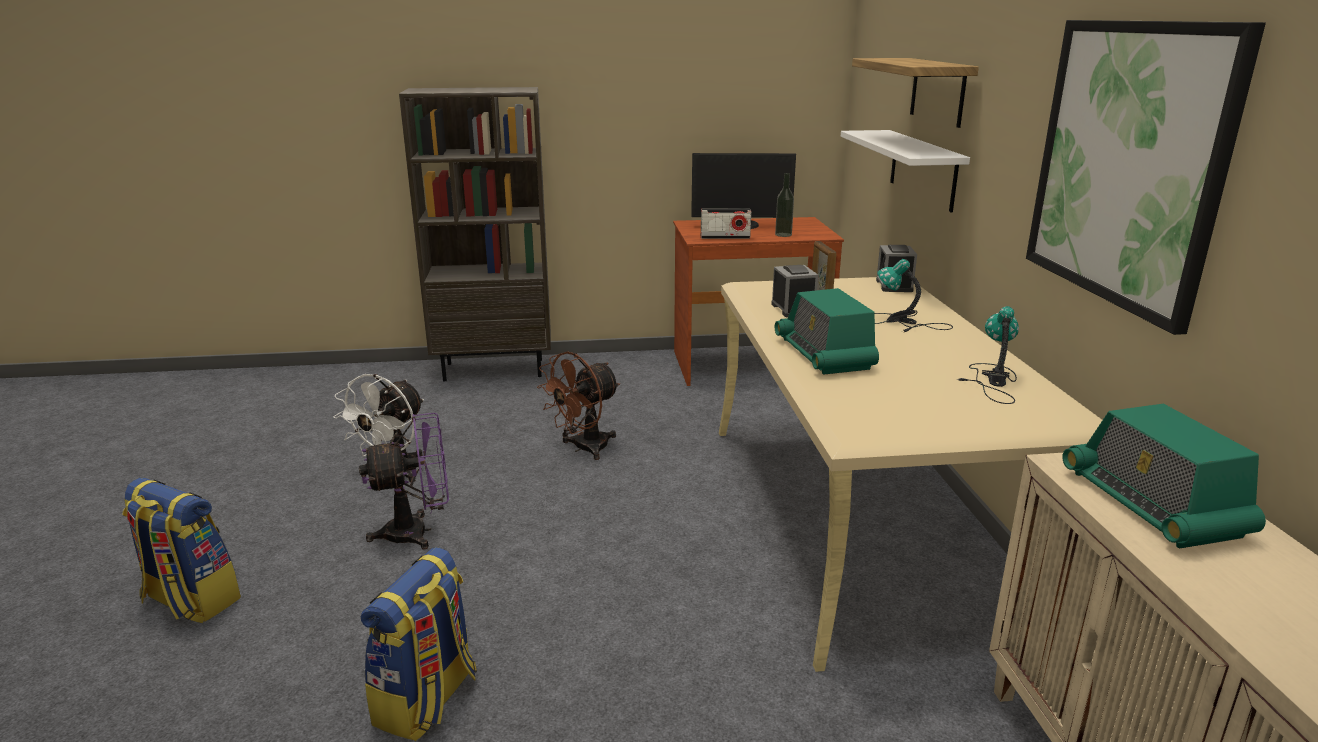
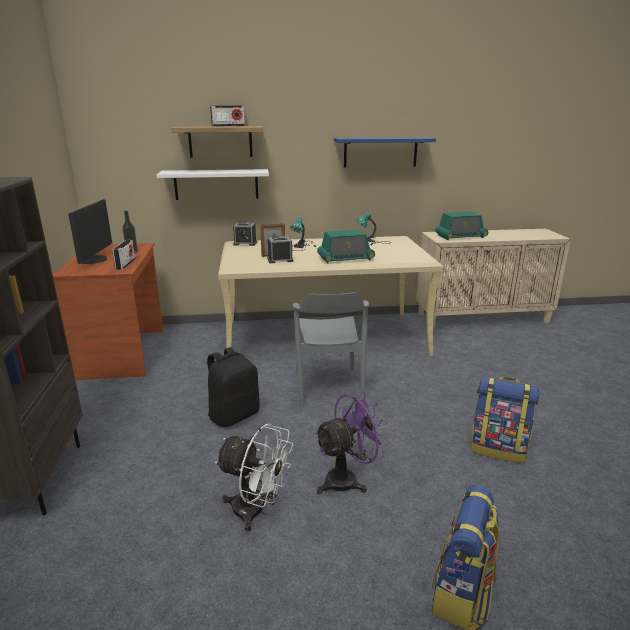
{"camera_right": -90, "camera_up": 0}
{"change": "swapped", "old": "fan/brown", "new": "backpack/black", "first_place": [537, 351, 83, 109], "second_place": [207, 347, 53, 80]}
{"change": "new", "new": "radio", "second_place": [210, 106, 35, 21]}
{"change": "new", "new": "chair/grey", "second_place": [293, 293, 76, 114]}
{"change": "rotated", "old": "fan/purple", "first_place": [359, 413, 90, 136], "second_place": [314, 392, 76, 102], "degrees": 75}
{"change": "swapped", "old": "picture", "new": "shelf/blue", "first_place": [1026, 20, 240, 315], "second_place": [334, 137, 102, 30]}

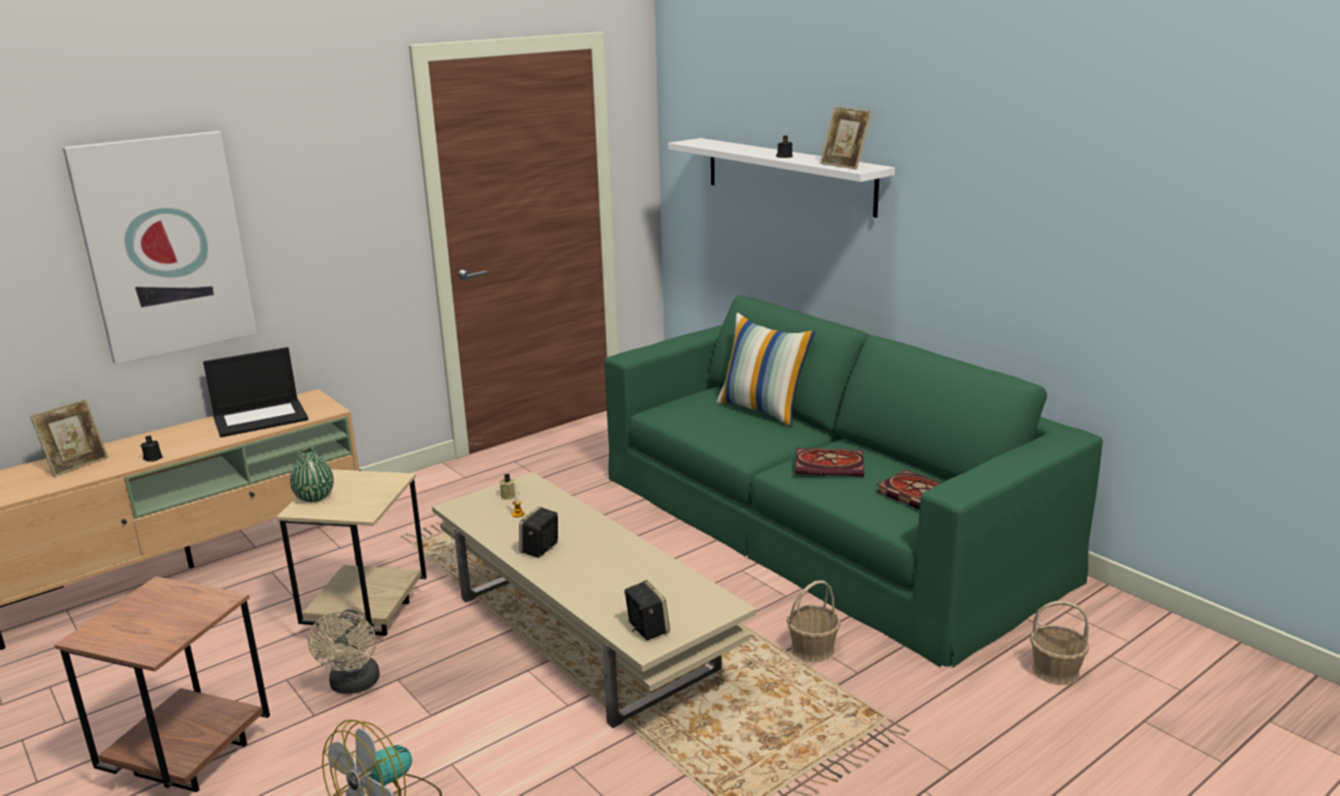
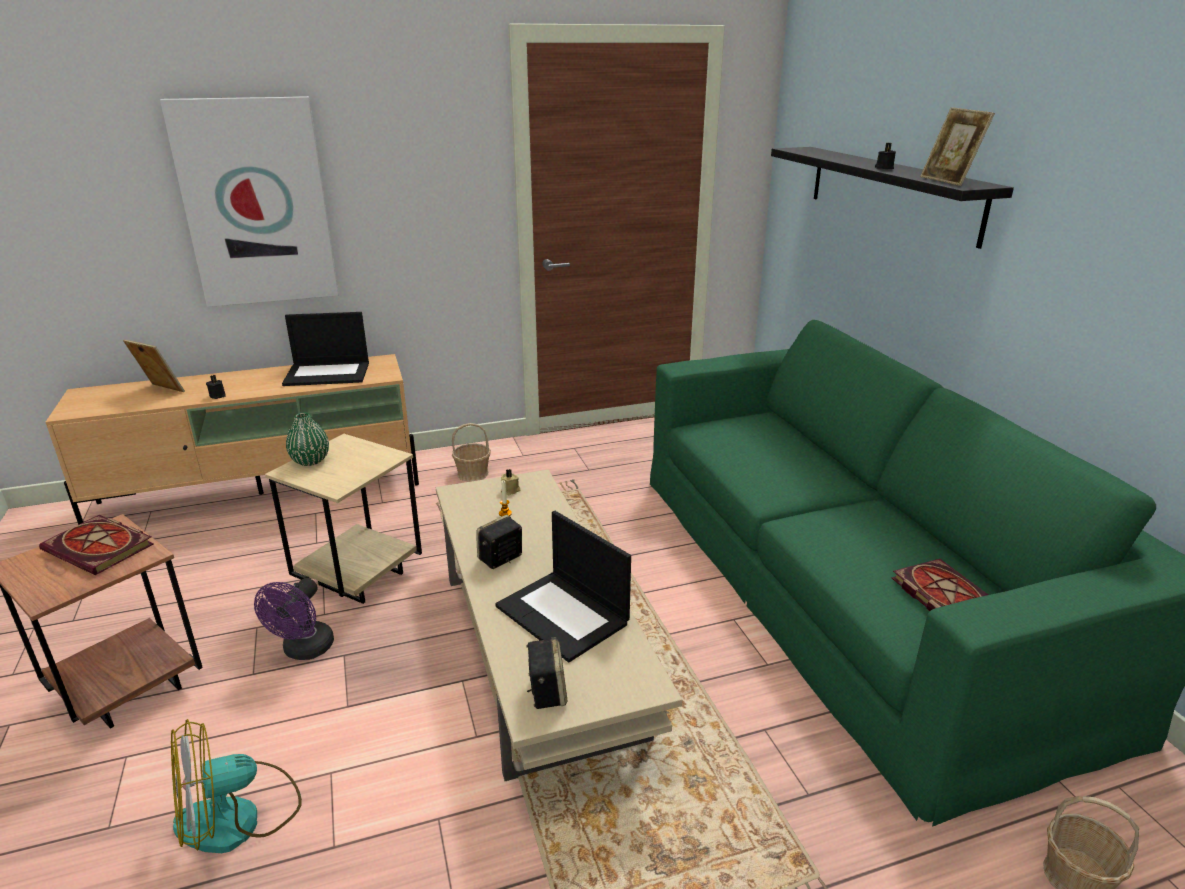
{"camera_right": 20, "camera_up": 5}
{"change": "shifted", "old": "book", "first_place": [795, 448, 69, 28], "second_place": [39, 515, 115, 60]}
{"change": "rotated", "old": "picture frame", "first_place": [30, 399, 78, 78], "second_place": [123, 340, 62, 52], "degrees": -120}
{"change": "repainted", "old": "fan/beige", "new": "fan/purple", "first_place": [308, 609, 72, 85], "second_place": [254, 578, 80, 82]}
{"change": "shifted", "old": "basket", "first_place": [786, 580, 55, 82], "second_place": [452, 423, 39, 59]}
{"change": "new", "new": "laptop", "second_place": [495, 511, 136, 151]}
{"change": "repainted", "old": "shelf/white", "new": "shelf/black", "first_place": [668, 138, 227, 80], "second_place": [771, 147, 243, 102]}
{"change": "gone", "old": "pillow", "first_place": [717, 313, 98, 114]}

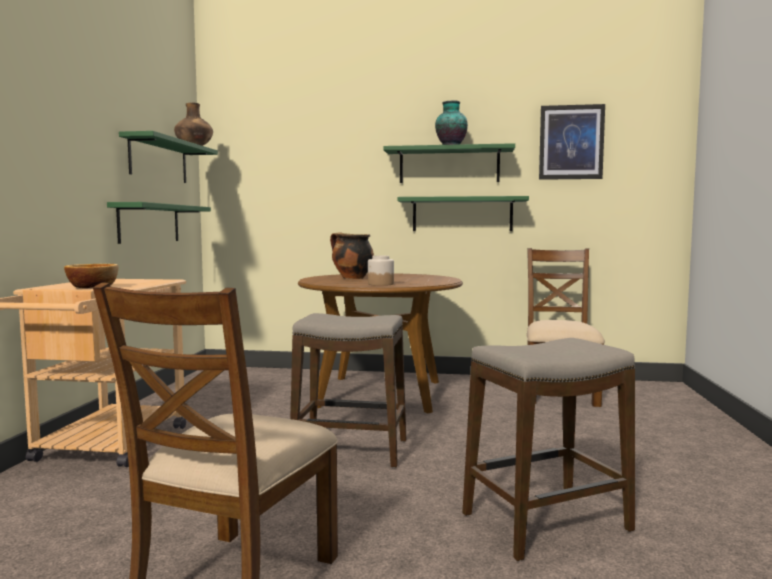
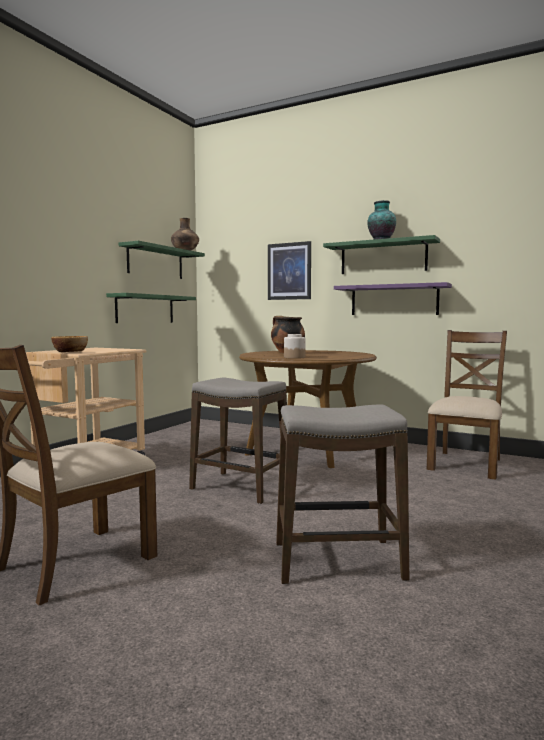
{"camera_right": 20, "camera_up": 0}
{"change": "shifted", "old": "picture", "first_place": [539, 104, 66, 76], "second_place": [268, 241, 43, 59]}
{"change": "repainted", "old": "shelf/green", "new": "shelf/purple", "first_place": [398, 196, 131, 35], "second_place": [334, 282, 118, 33]}

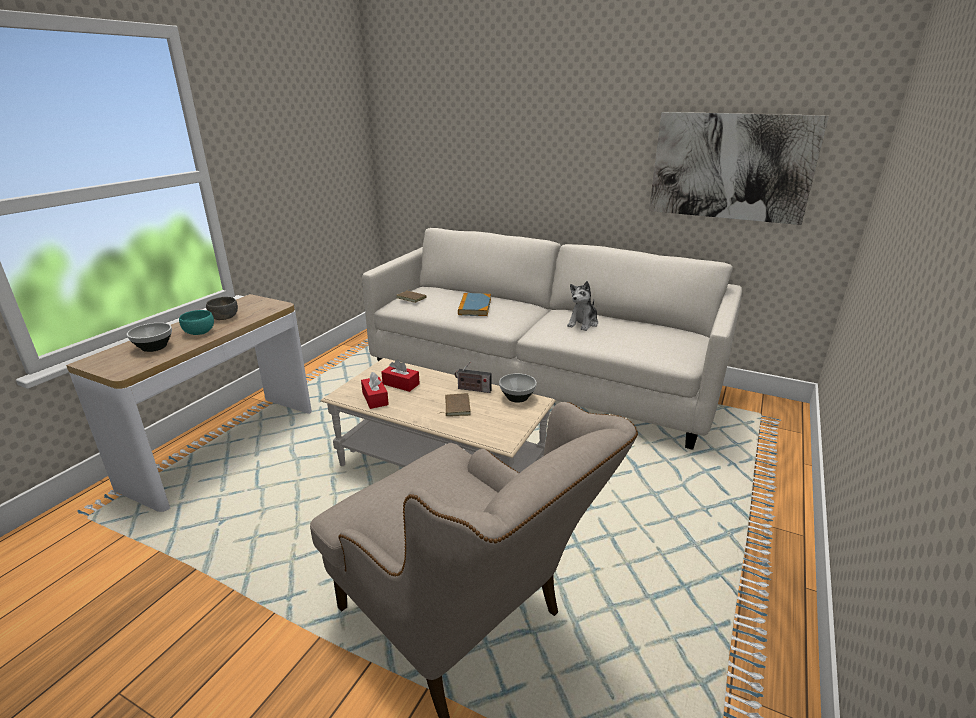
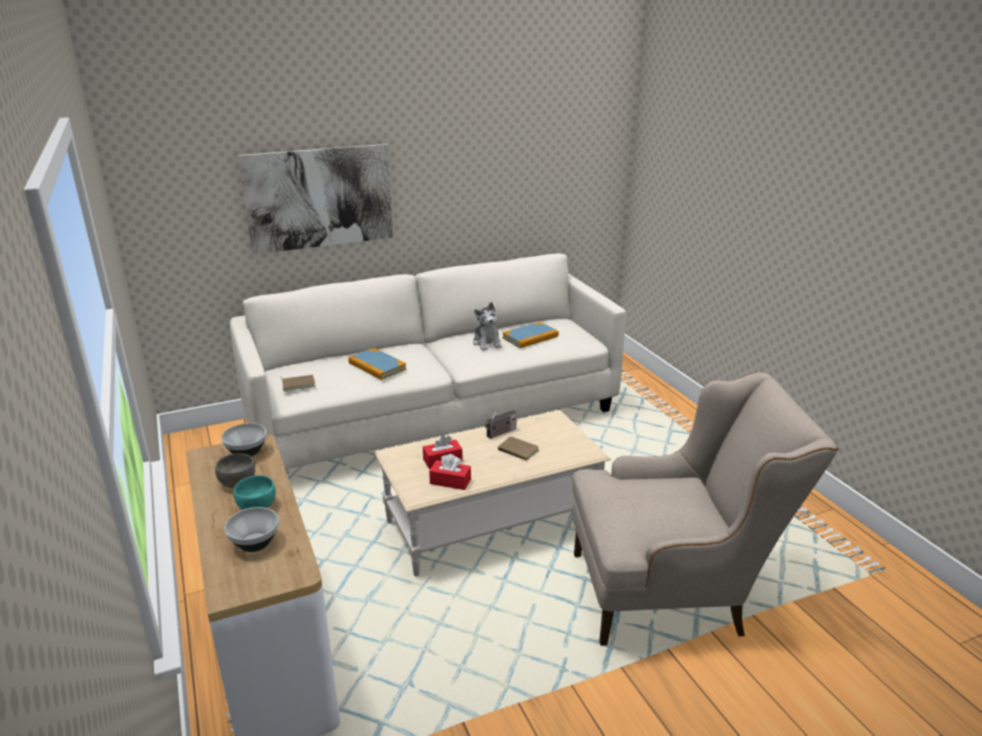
{"camera_right": -50, "camera_up": 0}
{"change": "shifted", "old": "bowl", "first_place": [499, 373, 38, 30], "second_place": [221, 423, 46, 34]}
{"change": "shifted", "old": "picture", "first_place": [649, 112, 180, 113], "second_place": [238, 144, 155, 110]}
{"change": "new", "new": "book", "second_place": [502, 322, 57, 26]}

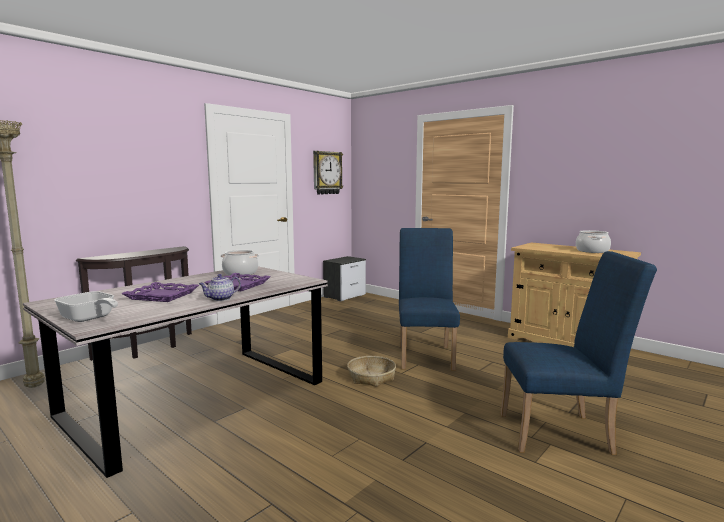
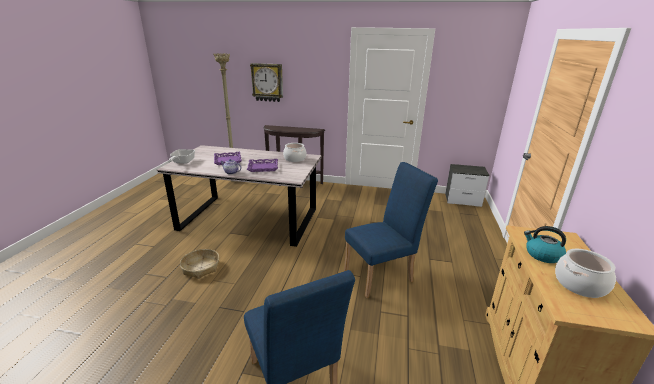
{"camera_right": 60, "camera_up": 15}
{"change": "shifted", "old": "basket", "first_place": [347, 356, 49, 31], "second_place": [180, 249, 39, 30]}
{"change": "shifted", "old": "wall clock", "first_place": [313, 151, 30, 44], "second_place": [250, 63, 33, 39]}
{"change": "new", "new": "kettle", "second_place": [524, 226, 42, 37]}

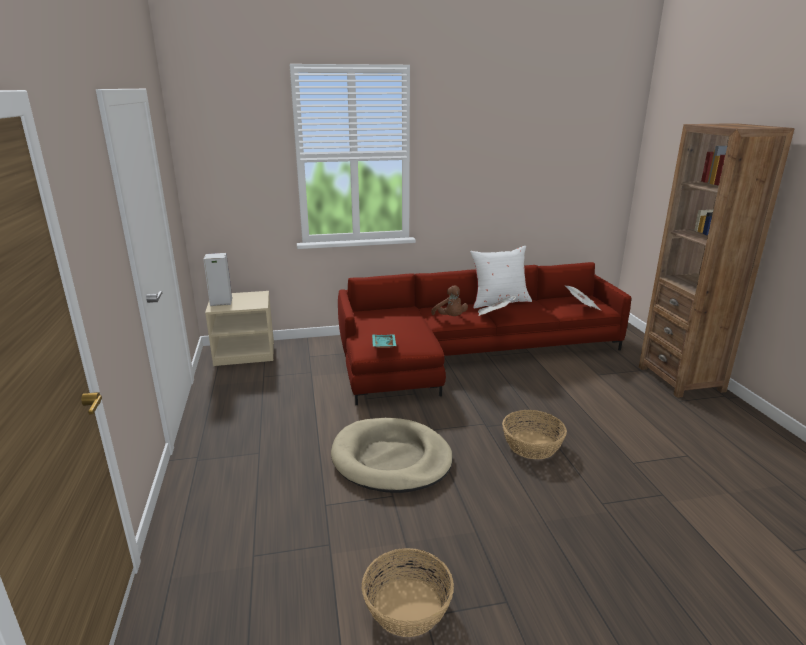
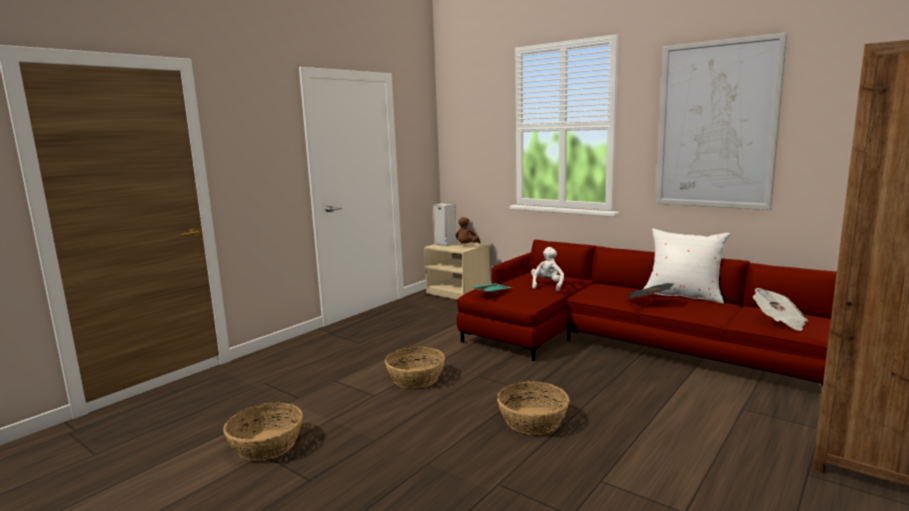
{"camera_right": 50, "camera_up": -10}
{"change": "swapped", "old": "dog bed/beige", "new": "basket", "first_place": [331, 418, 122, 75], "second_place": [385, 347, 60, 41]}
{"change": "shifted", "old": "plush toy/brown", "first_place": [431, 285, 37, 31], "second_place": [455, 217, 26, 27]}
{"change": "new", "new": "plush toy/white", "second_place": [531, 247, 33, 44]}
{"change": "new", "new": "picture", "second_place": [656, 32, 132, 178]}

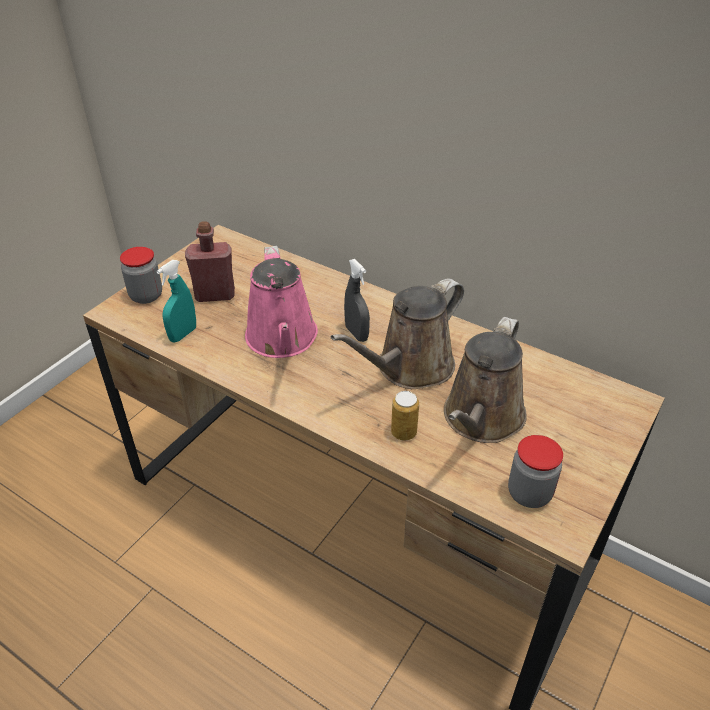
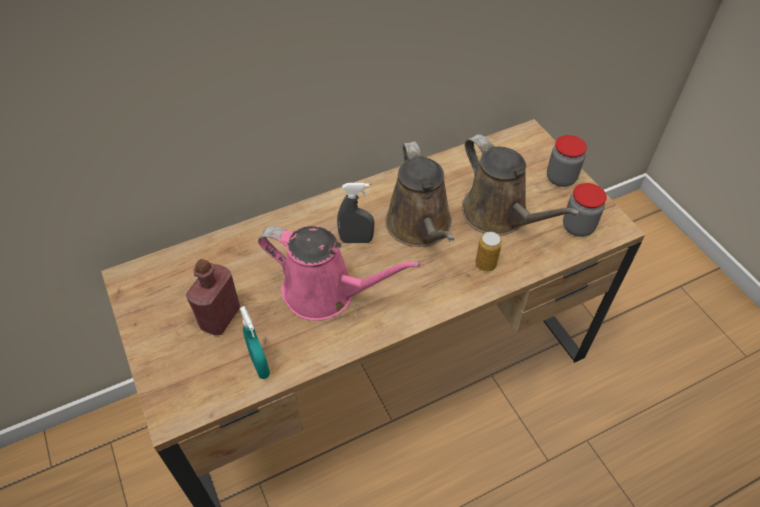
{"camera_right": -60, "camera_up": 10}
{"change": "shifted", "old": "jar", "first_place": [120, 247, 42, 57], "second_place": [547, 135, 40, 52]}

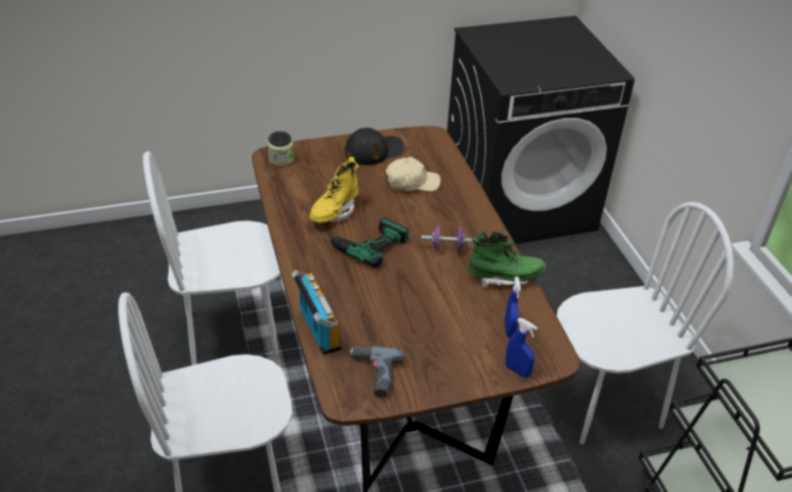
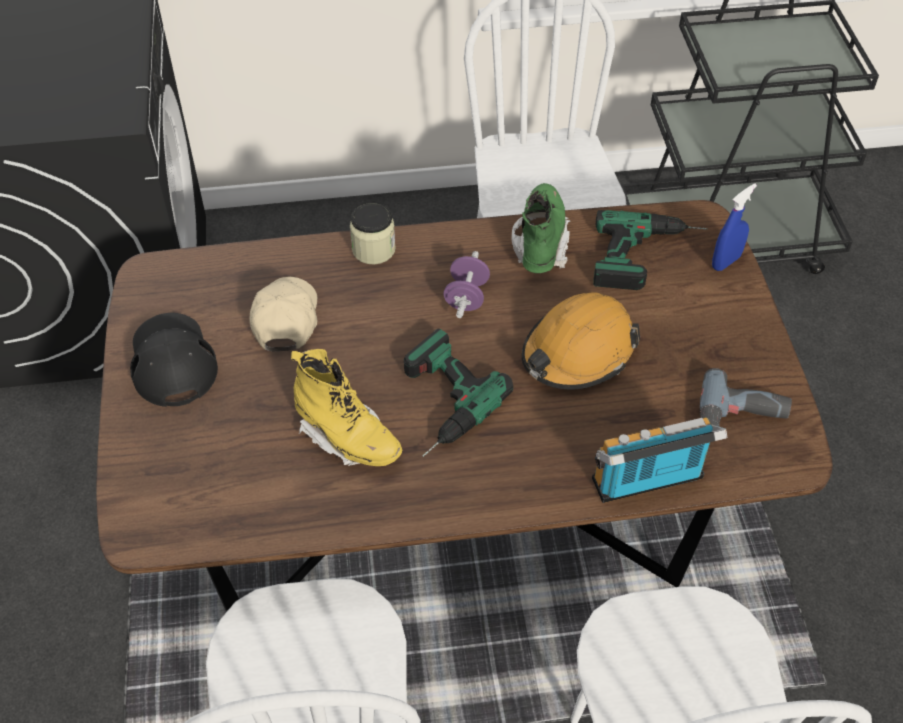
{"camera_right": -80, "camera_up": 10}
{"change": "shifted", "old": "jar", "first_place": [267, 131, 27, 35], "second_place": [350, 203, 46, 61]}
{"change": "new", "new": "hard hat/orange", "second_place": [521, 292, 119, 98]}
{"change": "swapped", "old": "spray bottle/blue", "new": "power drill", "first_place": [505, 277, 16, 61], "second_place": [593, 210, 114, 80]}

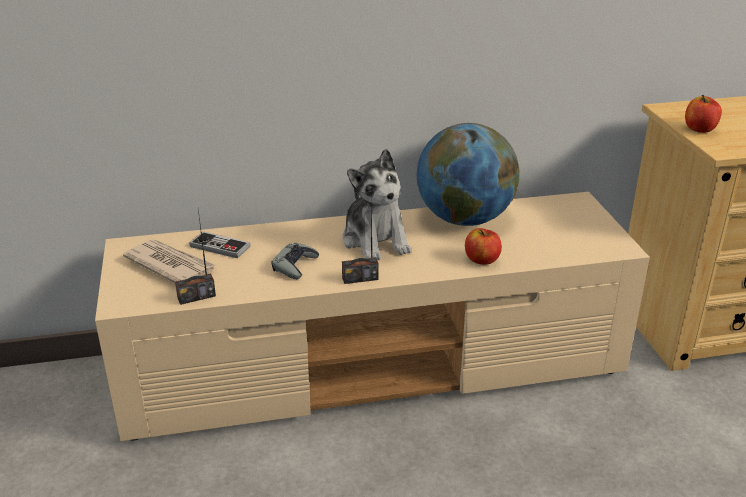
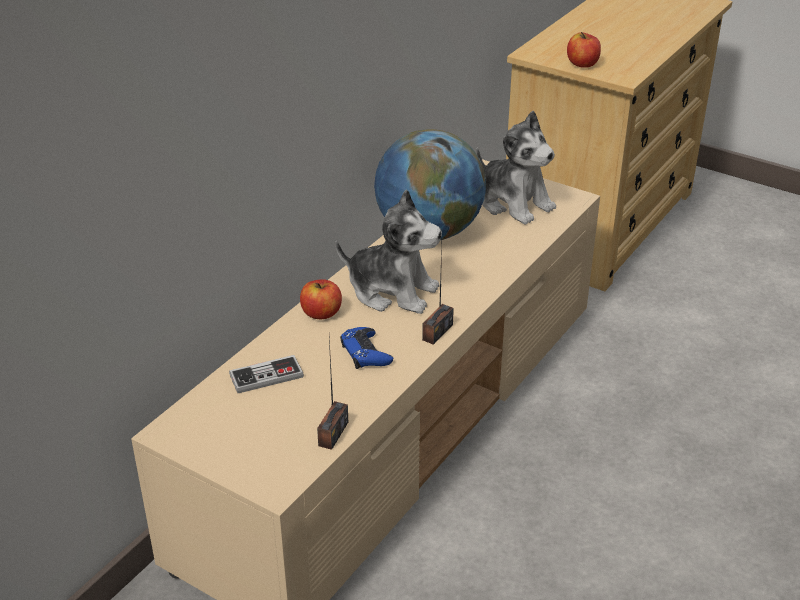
{"camera_right": -45, "camera_up": 5}
{"change": "shifted", "old": "apple", "first_place": [465, 228, 37, 37], "second_place": [300, 279, 42, 40]}
{"change": "repainted", "old": "game controller/grey", "new": "game controller/blue", "first_place": [272, 242, 47, 37], "second_place": [340, 327, 53, 42]}
{"change": "new", "new": "plush toy", "second_place": [476, 111, 80, 114]}
{"change": "gone", "old": "newspaper", "first_place": [123, 239, 93, 44]}

